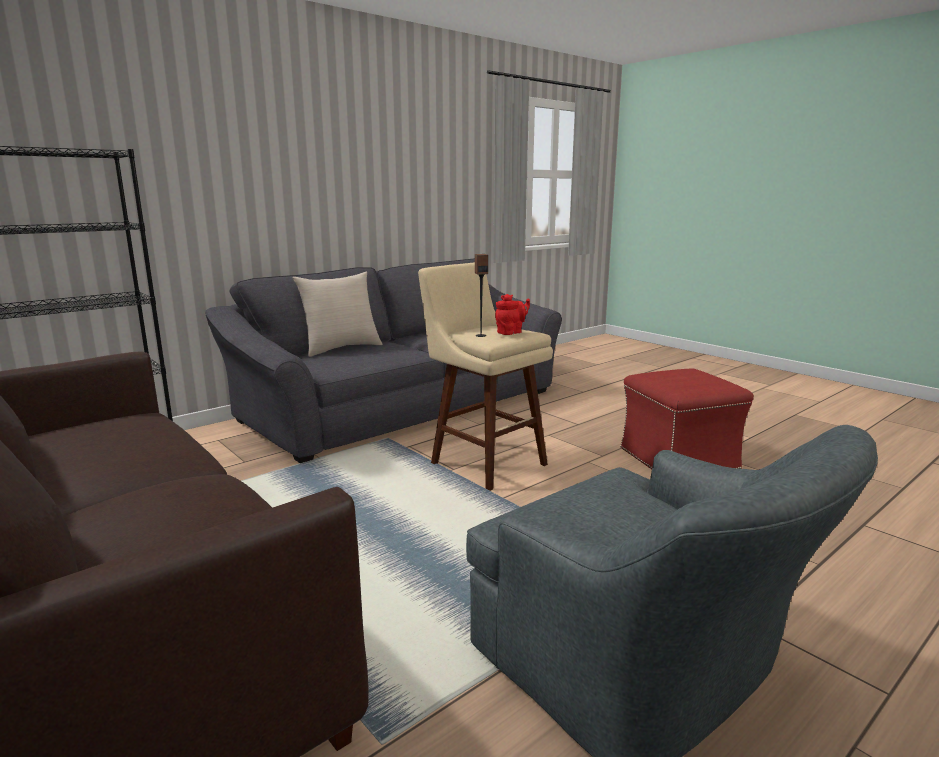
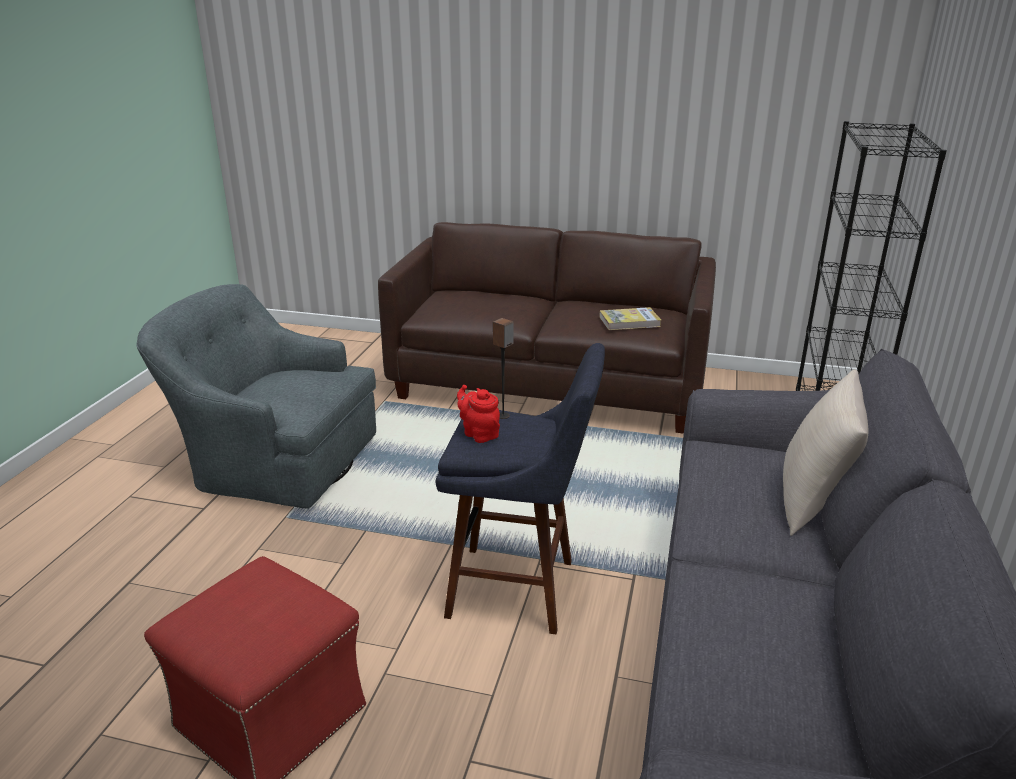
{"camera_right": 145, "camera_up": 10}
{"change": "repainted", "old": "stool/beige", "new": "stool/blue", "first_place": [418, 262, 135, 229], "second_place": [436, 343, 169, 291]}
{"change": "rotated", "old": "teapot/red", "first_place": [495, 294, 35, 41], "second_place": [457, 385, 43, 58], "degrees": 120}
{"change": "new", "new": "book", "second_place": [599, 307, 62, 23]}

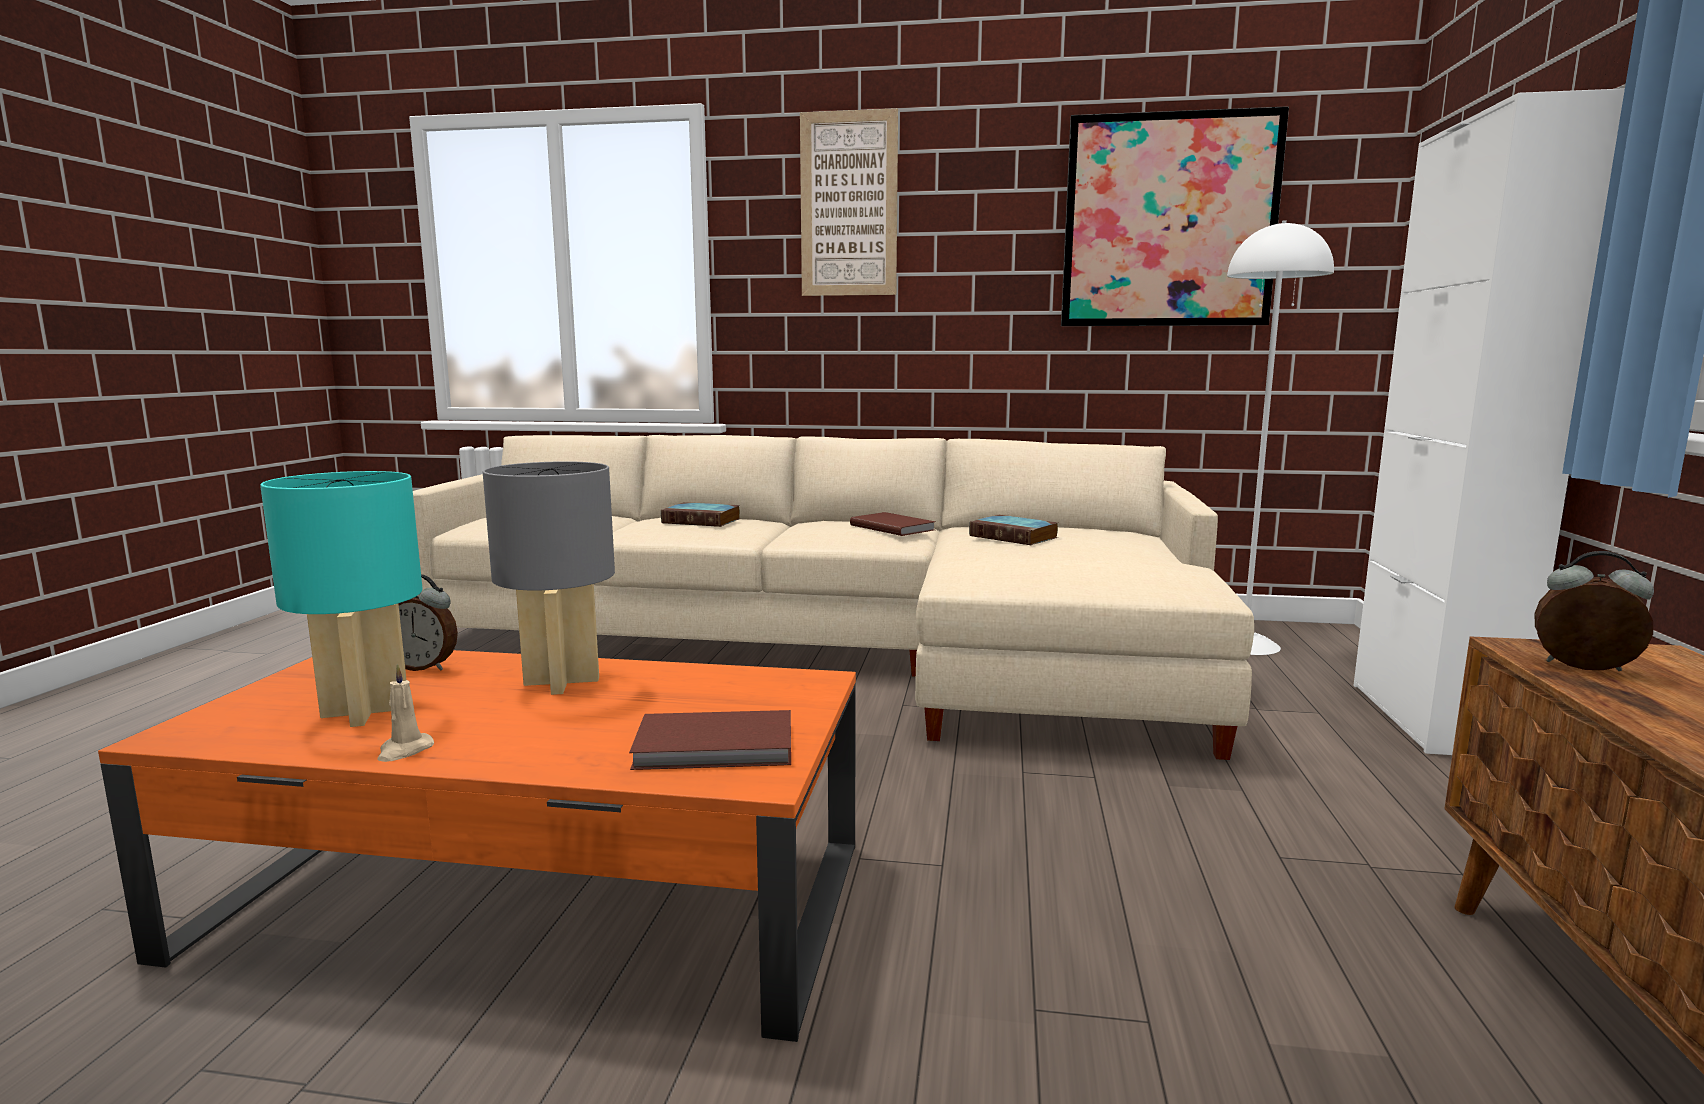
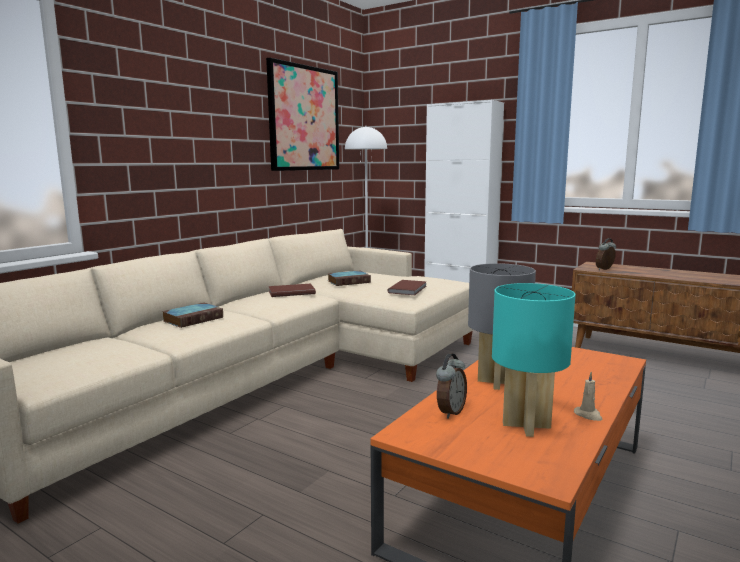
{"camera_right": -65, "camera_up": 0}
{"change": "shifted", "old": "book/brown", "first_place": [629, 710, 162, 60], "second_place": [388, 280, 39, 15]}
{"change": "gone", "old": "picture", "first_place": [800, 108, 98, 188]}

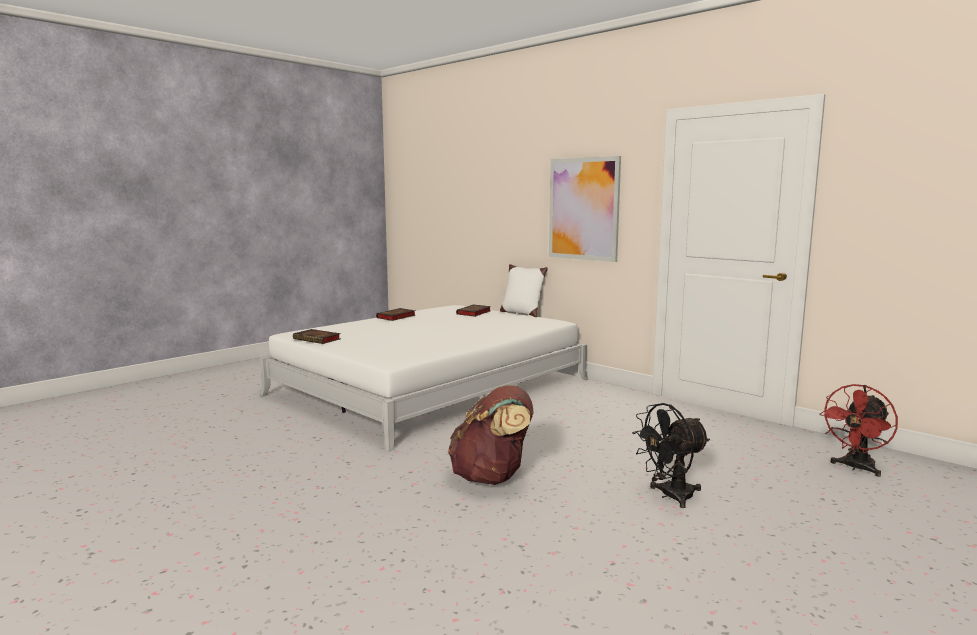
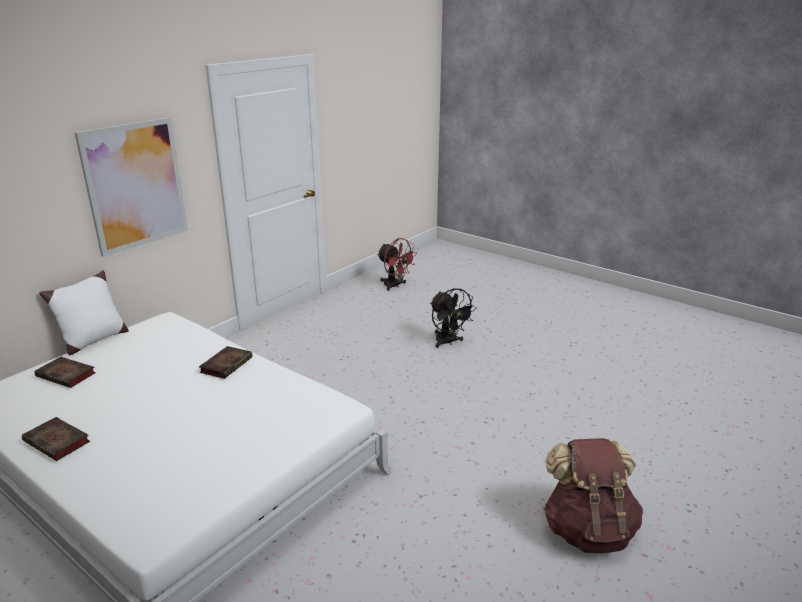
{"camera_right": -95, "camera_up": 15}
{"change": "shifted", "old": "book", "first_place": [293, 329, 48, 15], "second_place": [199, 346, 53, 33]}
{"change": "shifted", "old": "backpack/brown", "first_place": [448, 385, 86, 100], "second_place": [543, 438, 100, 115]}

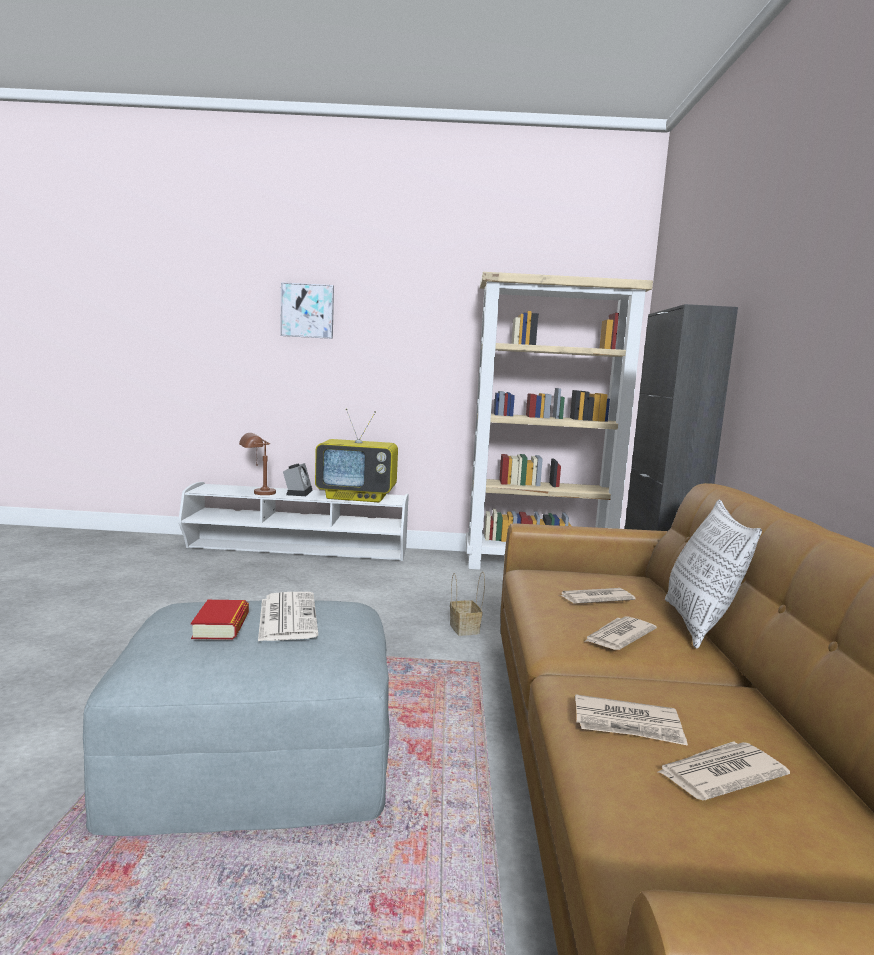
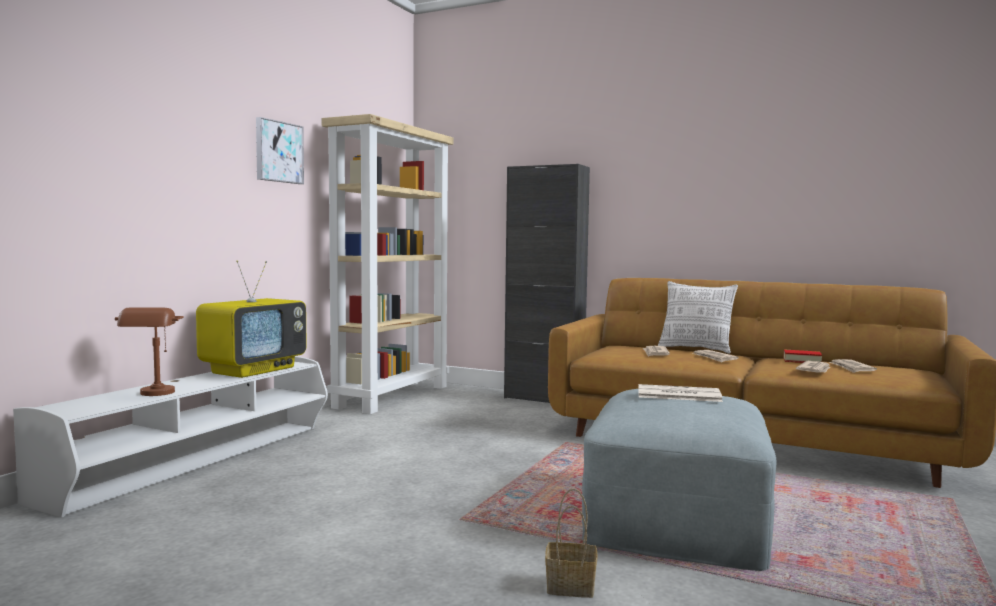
{"camera_right": -65, "camera_up": -5}
{"change": "shifted", "old": "picture", "first_place": [280, 282, 54, 57], "second_place": [256, 117, 48, 67]}
{"change": "shifted", "old": "basket", "first_place": [450, 572, 35, 64], "second_place": [545, 489, 52, 109]}
{"change": "shifted", "old": "book", "first_place": [191, 600, 58, 40], "second_place": [784, 350, 38, 13]}
{"change": "gone", "old": "alarm clock", "first_place": [283, 463, 30, 33]}

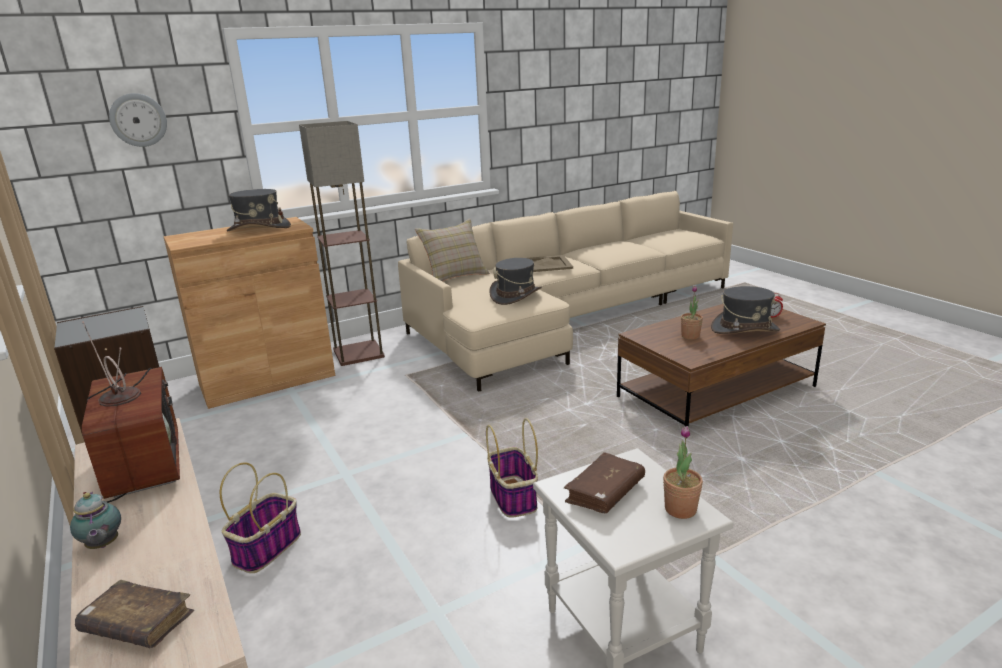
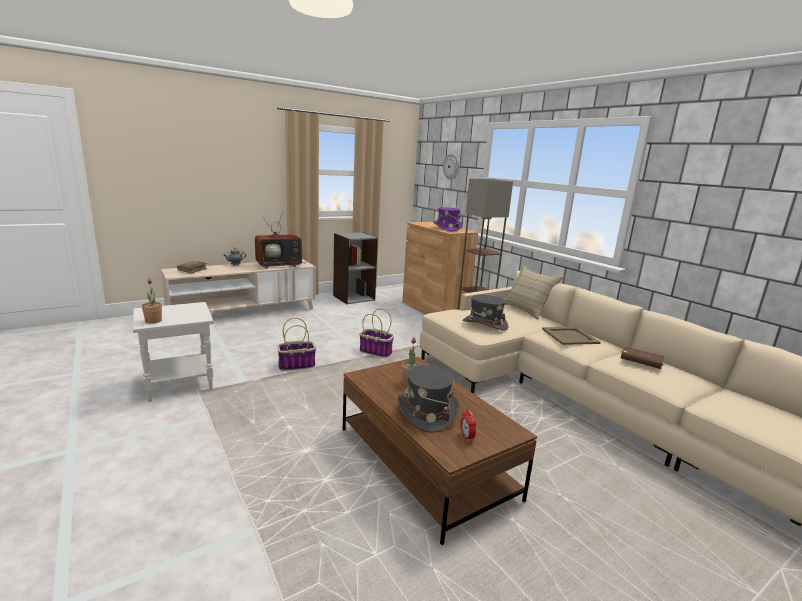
{"camera_right": 85, "camera_up": -5}
{"change": "shifted", "old": "basket", "first_place": [220, 462, 81, 111], "second_place": [359, 309, 35, 49]}
{"change": "repainted", "old": "hat/grey", "new": "hat/purple", "first_place": [226, 189, 65, 42], "second_place": [433, 207, 30, 24]}
{"change": "shifted", "old": "book/brown", "first_place": [564, 452, 81, 61], "second_place": [621, 347, 44, 22]}

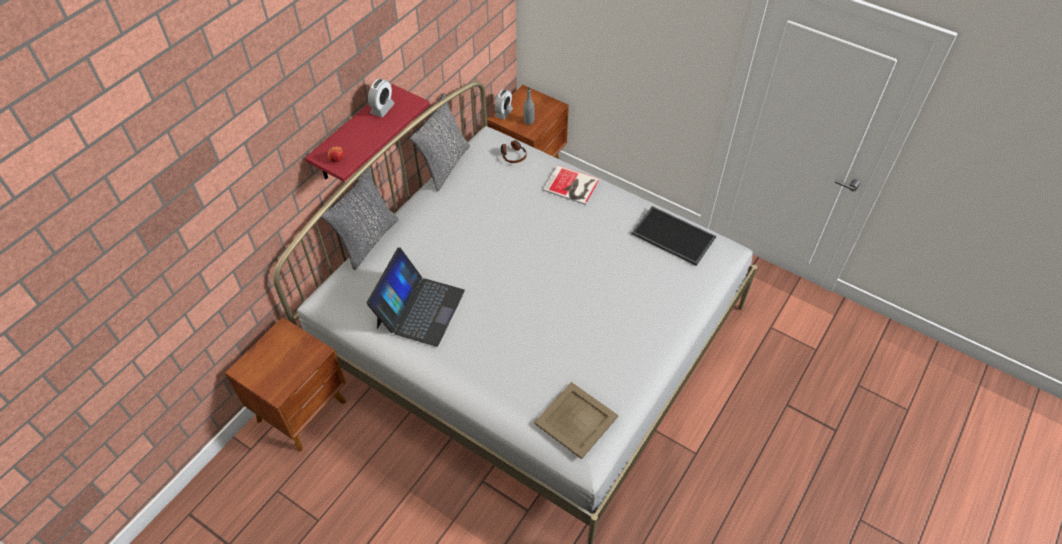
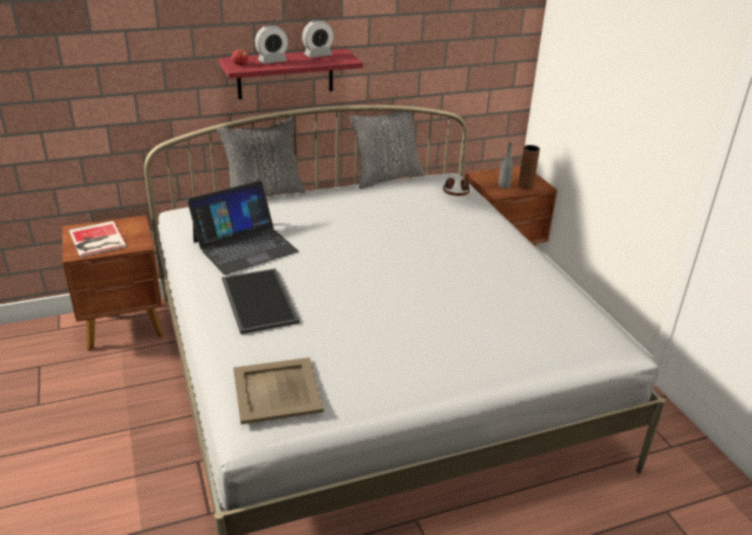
{"camera_right": 35, "camera_up": -20}
{"change": "shifted", "old": "book", "first_place": [543, 165, 57, 40], "second_place": [69, 221, 58, 36]}
{"change": "shifted", "old": "tray", "first_place": [631, 206, 85, 60], "second_place": [222, 268, 78, 66]}
{"change": "shifted", "old": "alarm clock", "first_place": [495, 89, 18, 31], "second_place": [255, 25, 33, 39]}
{"change": "new", "new": "vase/brown", "second_place": [518, 145, 22, 45]}

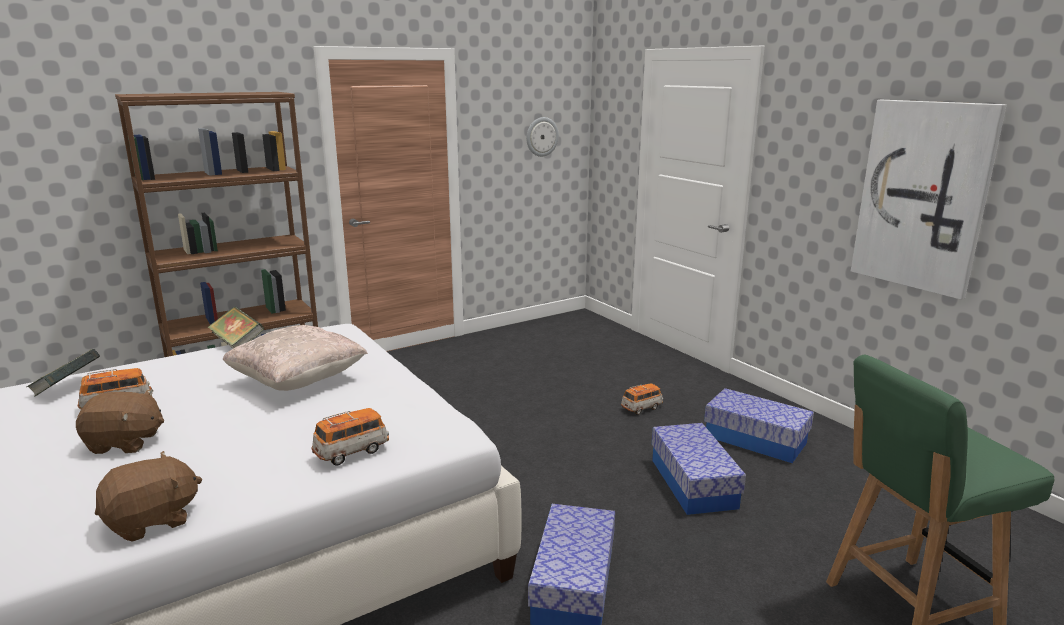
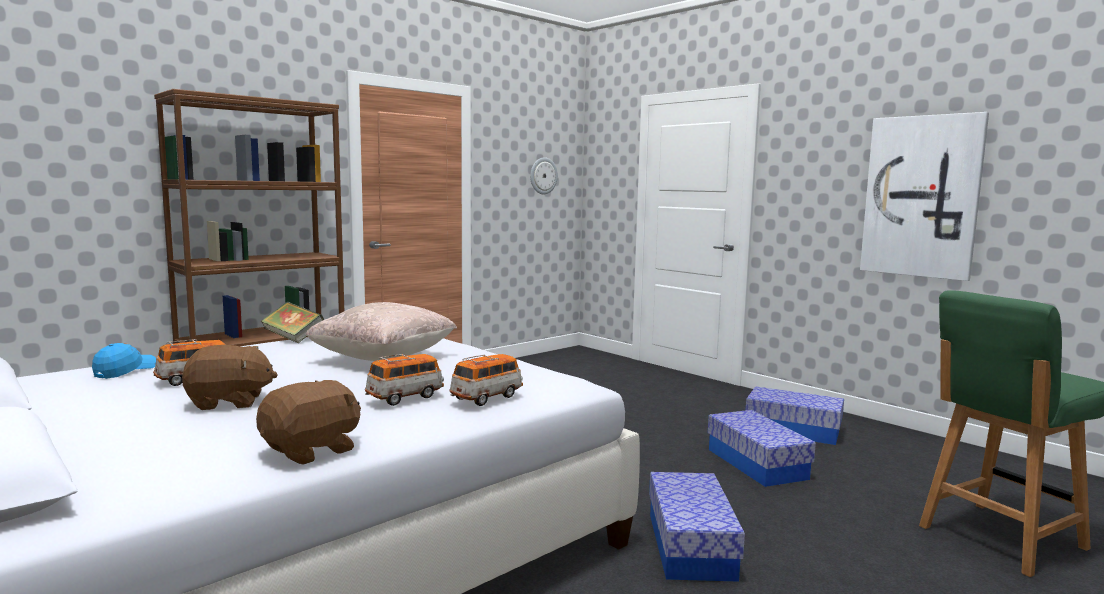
{"camera_right": -10, "camera_up": -10}
{"change": "swapped", "old": "book", "new": "cap/blue", "first_place": [26, 349, 74, 48], "second_place": [92, 343, 64, 36]}
{"change": "shifted", "old": "toy car", "first_place": [621, 383, 42, 32], "second_place": [365, 354, 79, 52]}

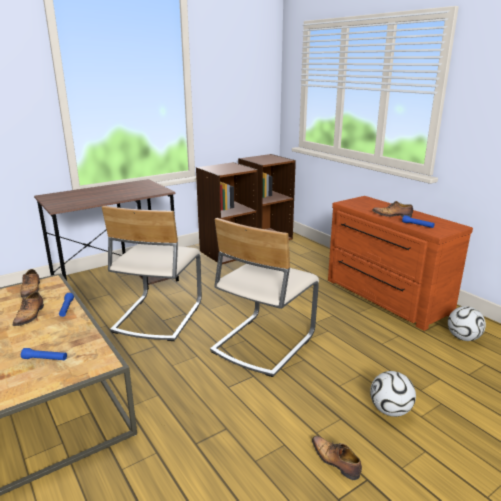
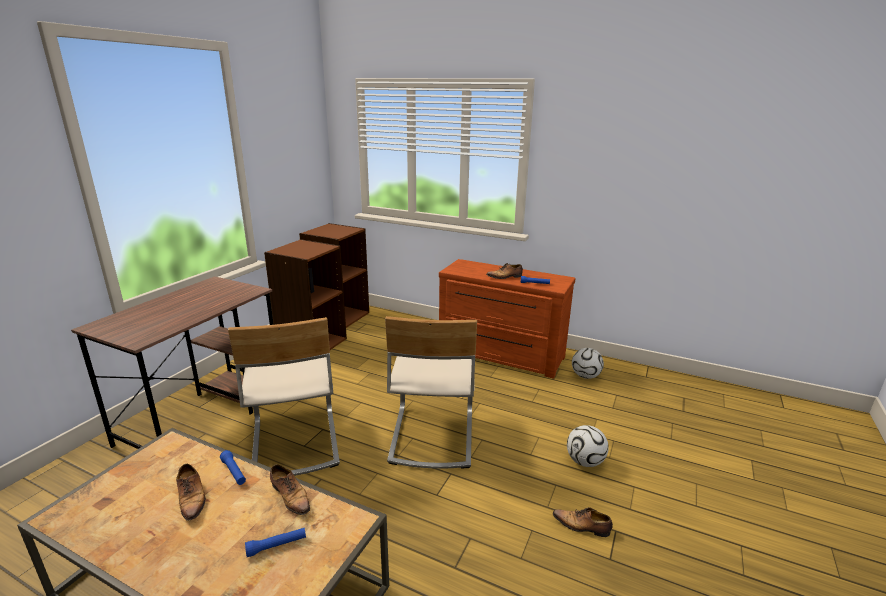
{"camera_right": -30, "camera_up": 0}
{"change": "shifted", "old": "shoe", "first_place": [20, 269, 20, 29], "second_place": [270, 464, 40, 51]}

